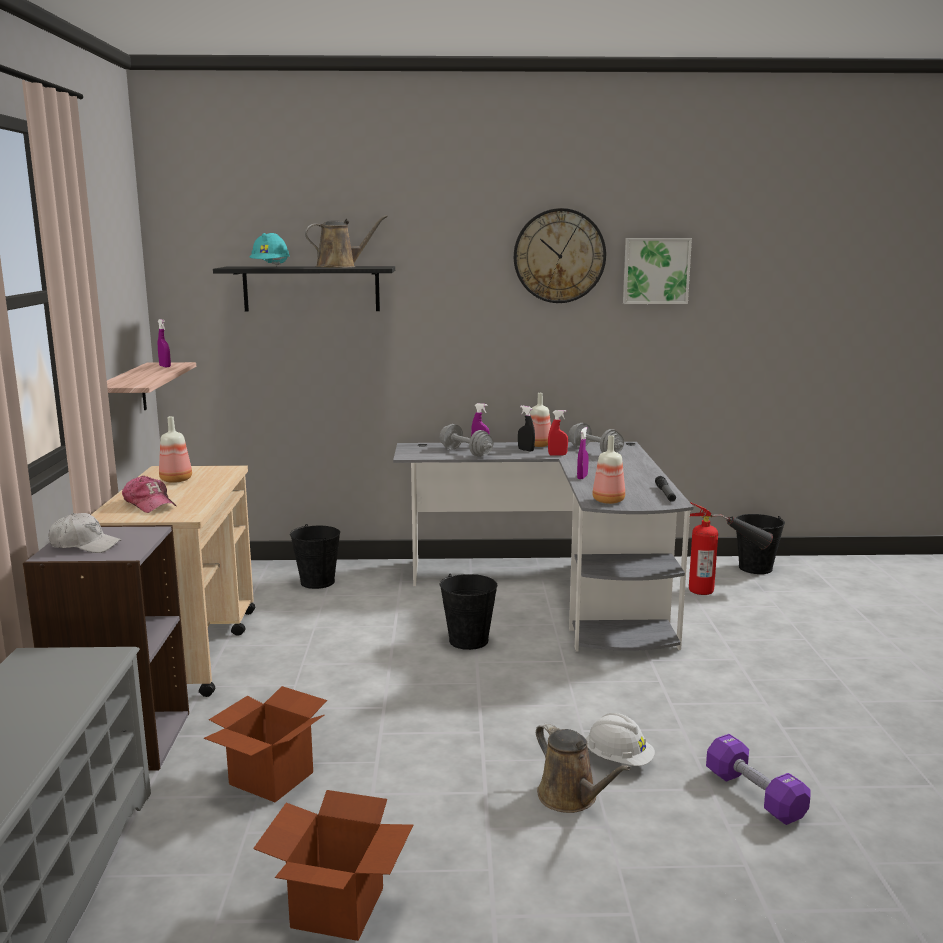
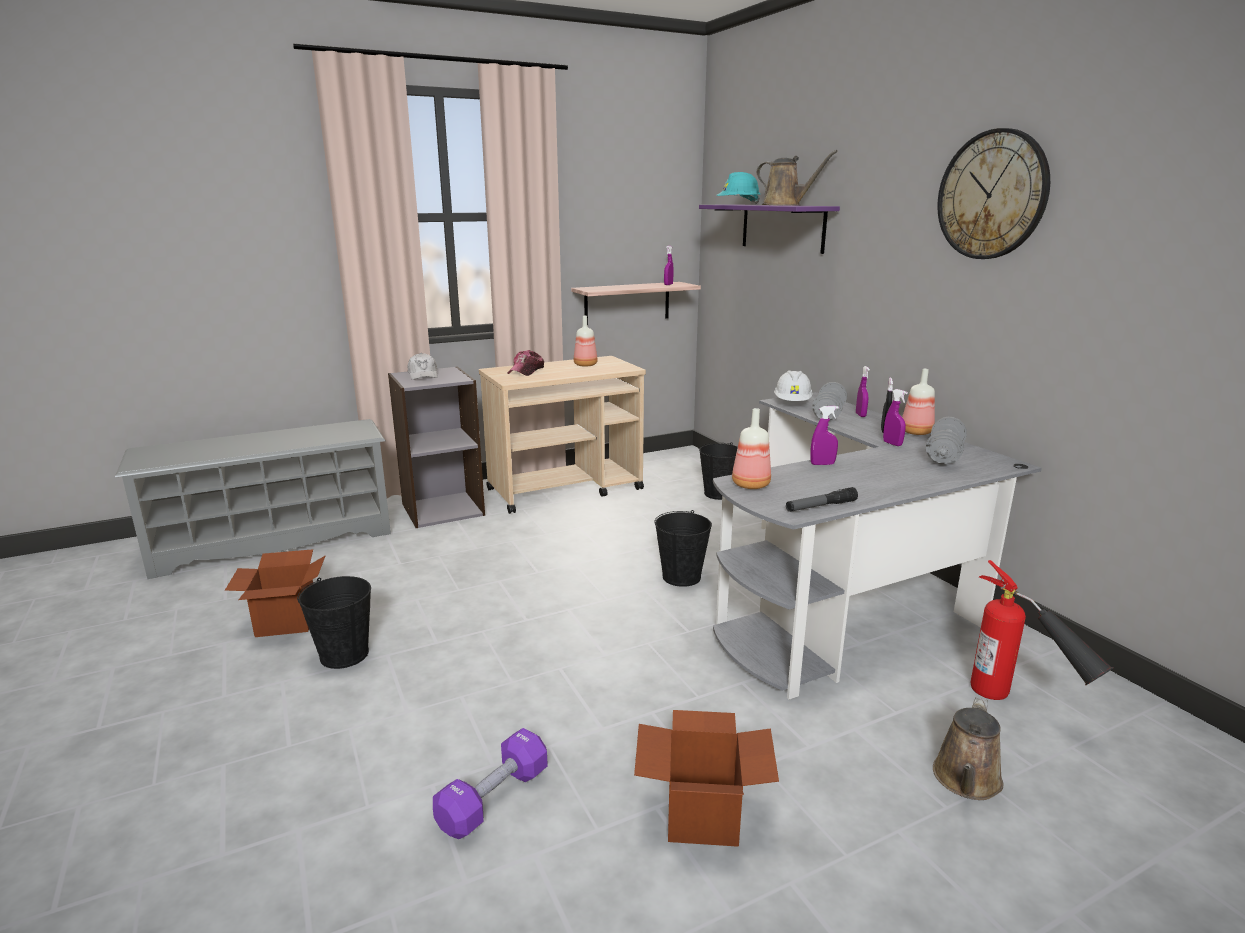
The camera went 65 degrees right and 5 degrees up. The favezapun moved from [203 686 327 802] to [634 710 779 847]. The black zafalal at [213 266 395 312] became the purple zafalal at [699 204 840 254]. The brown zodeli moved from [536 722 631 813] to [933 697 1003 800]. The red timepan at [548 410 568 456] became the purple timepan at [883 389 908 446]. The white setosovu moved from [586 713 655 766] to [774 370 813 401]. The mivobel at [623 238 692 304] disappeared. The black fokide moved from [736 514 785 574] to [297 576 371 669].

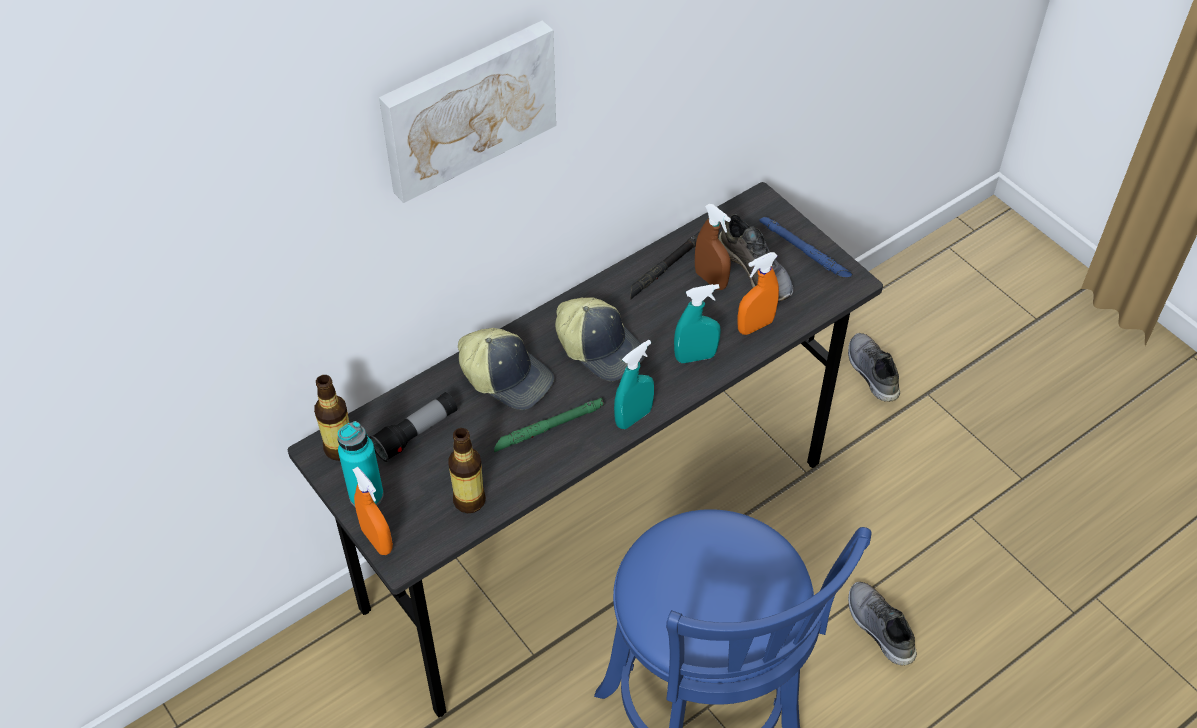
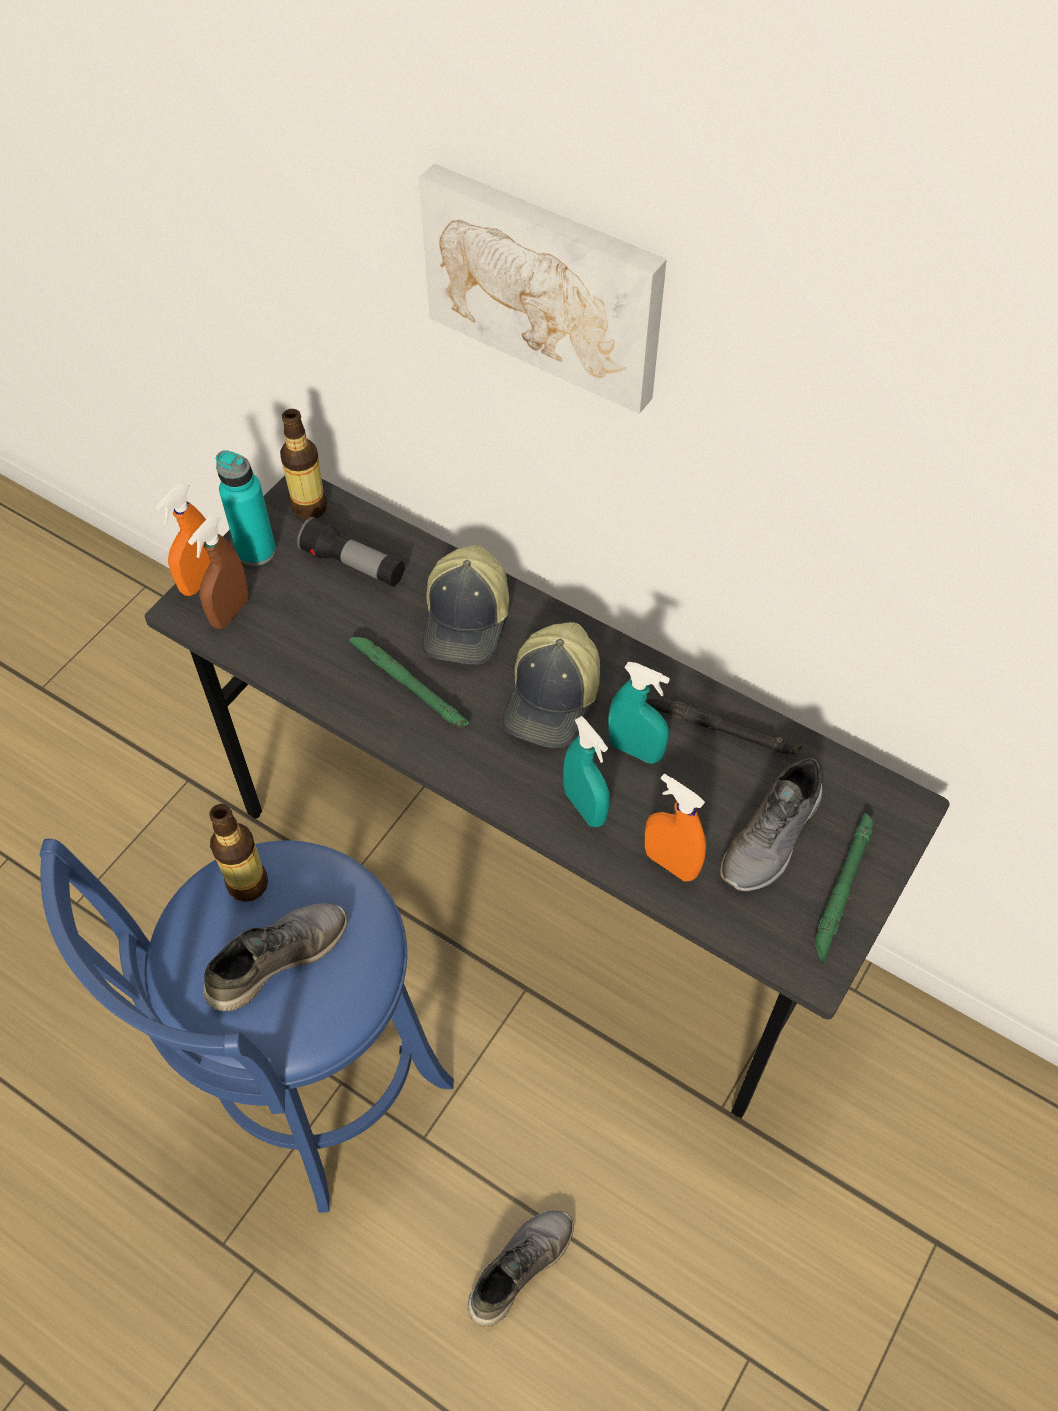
The camera went 70 degrees right and 5 degrees up. The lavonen moved from [448 428 486 513] to [209 804 268 902]. The turquoise timepan moved from [614 340 654 429] to [608 662 670 764]. The brown timepan moved from [695 204 731 290] to [188 515 249 629]. The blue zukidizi at [759 217 853 278] became the green zukidizi at [814 813 874 964]. The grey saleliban moved from [848 333 900 402] to [203 903 347 1011].

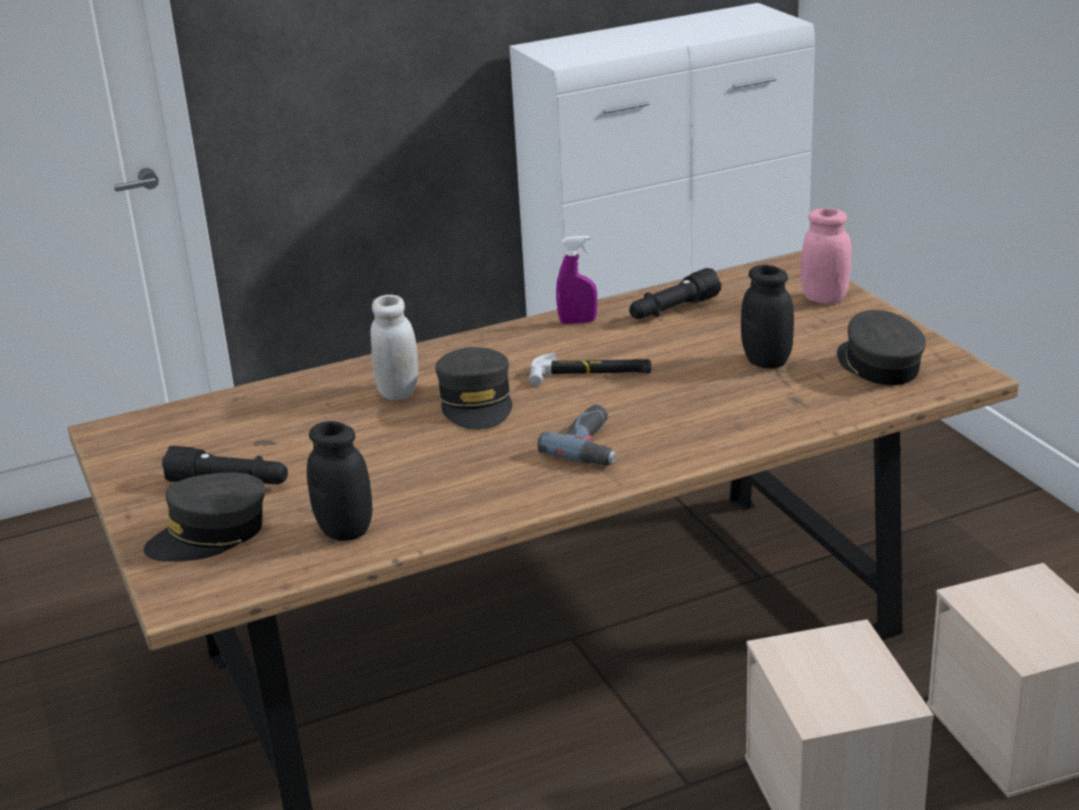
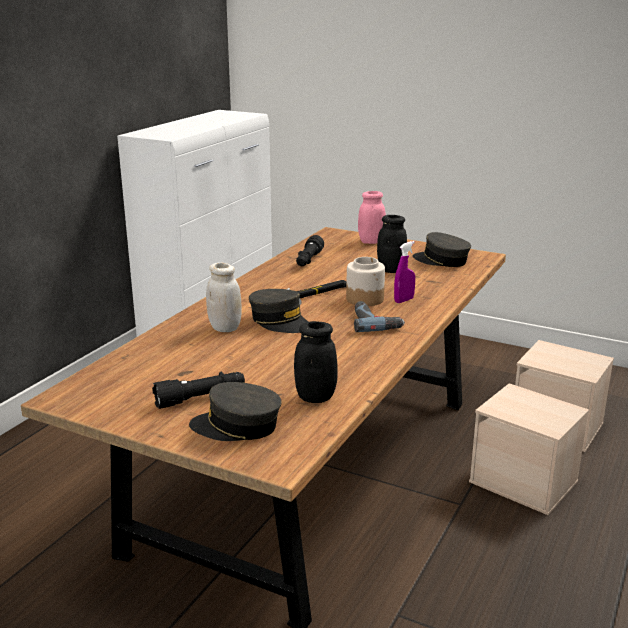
The camera went 40 degrees left and 5 degrees down. The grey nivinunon at [143 473 265 562] turned 75 degrees clockwise. The purple timepan moved from [556 236 597 324] to [394 241 415 303]. The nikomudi at [346 257 385 306] appeared.

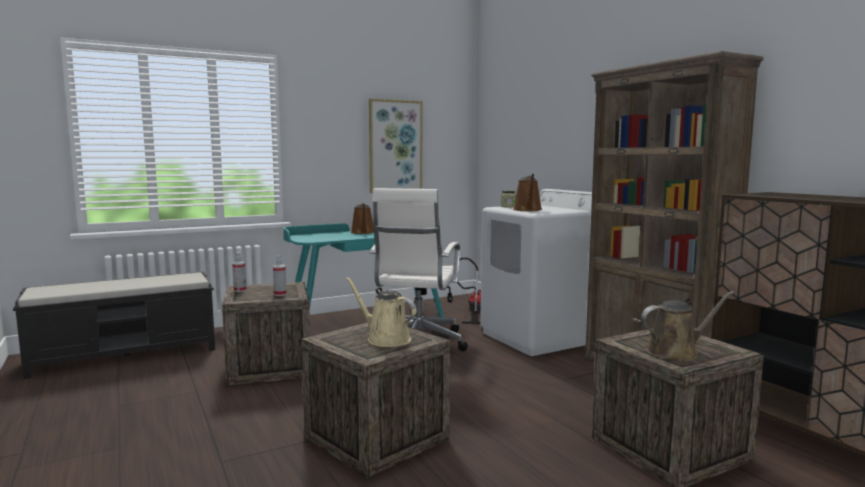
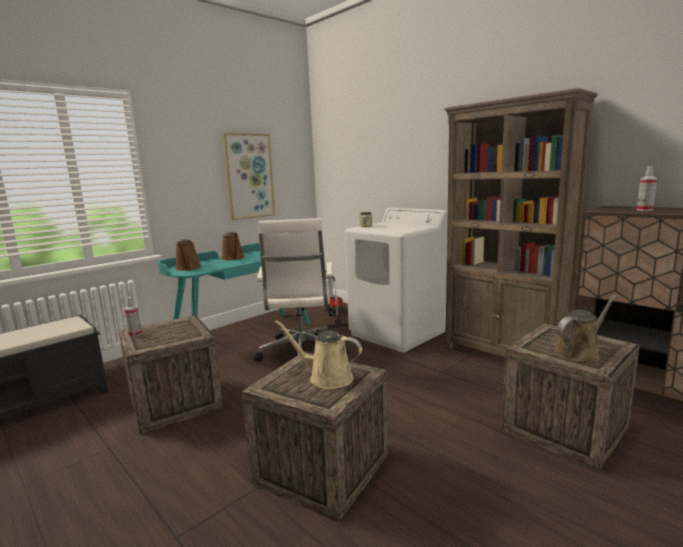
The camera went 15 degrees left and 5 degrees up. The timepan moved from [273 255 287 296] to [637 166 657 211]. The brown zodeli moved from [513 174 542 211] to [175 239 201 271].

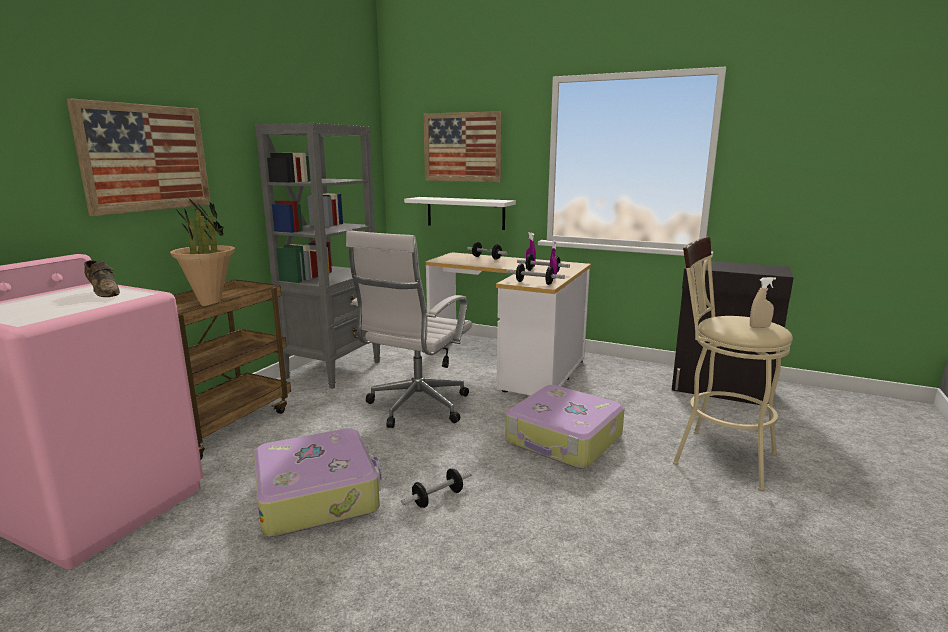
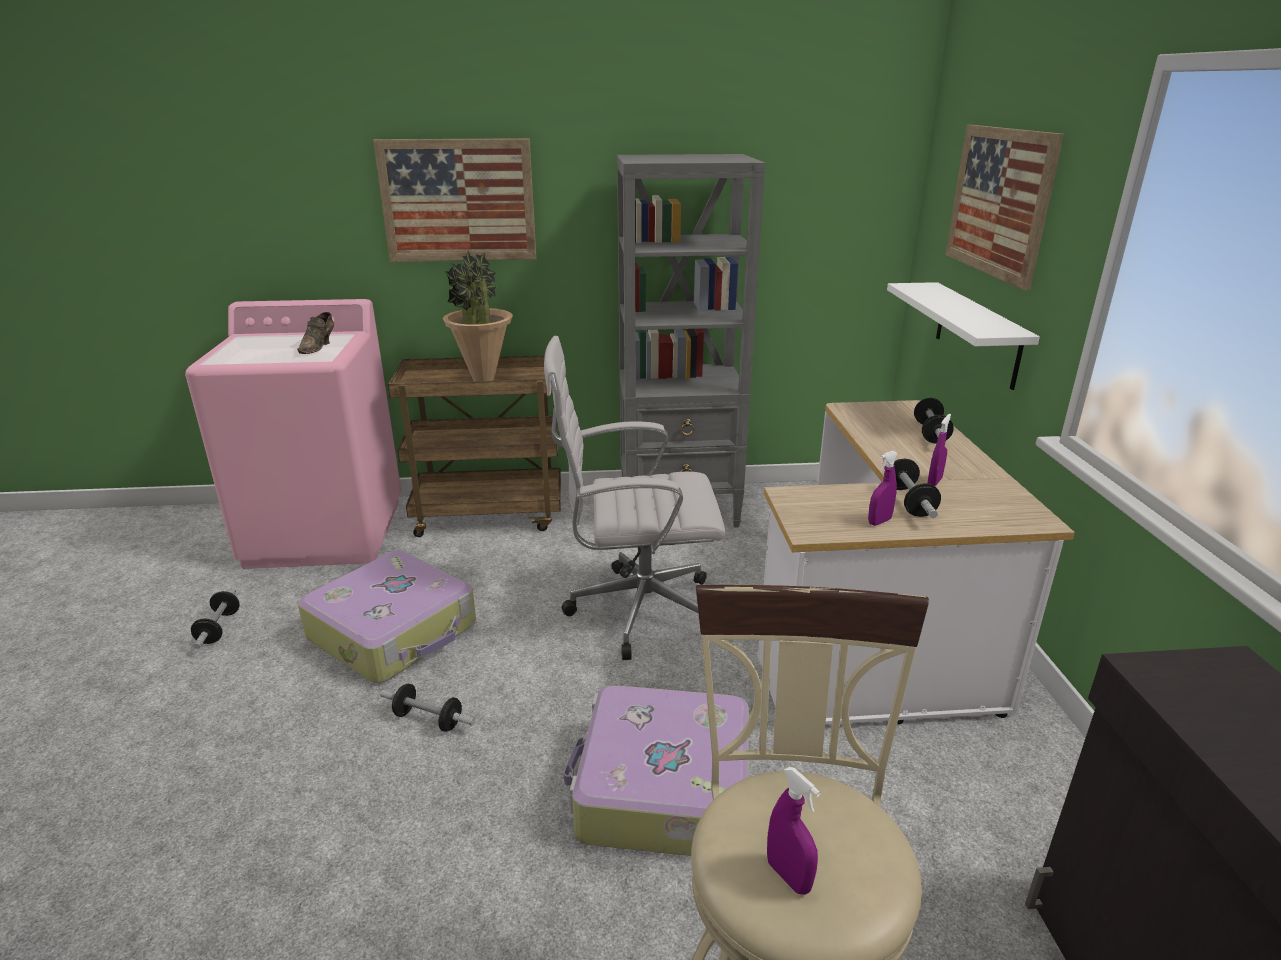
The camera went 60 degrees right and 10 degrees up. The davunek moved from [506 264 565 285] to [191 588 240 649]. The beige timepan at [750 277 776 328] became the purple timepan at [767 767 821 895].

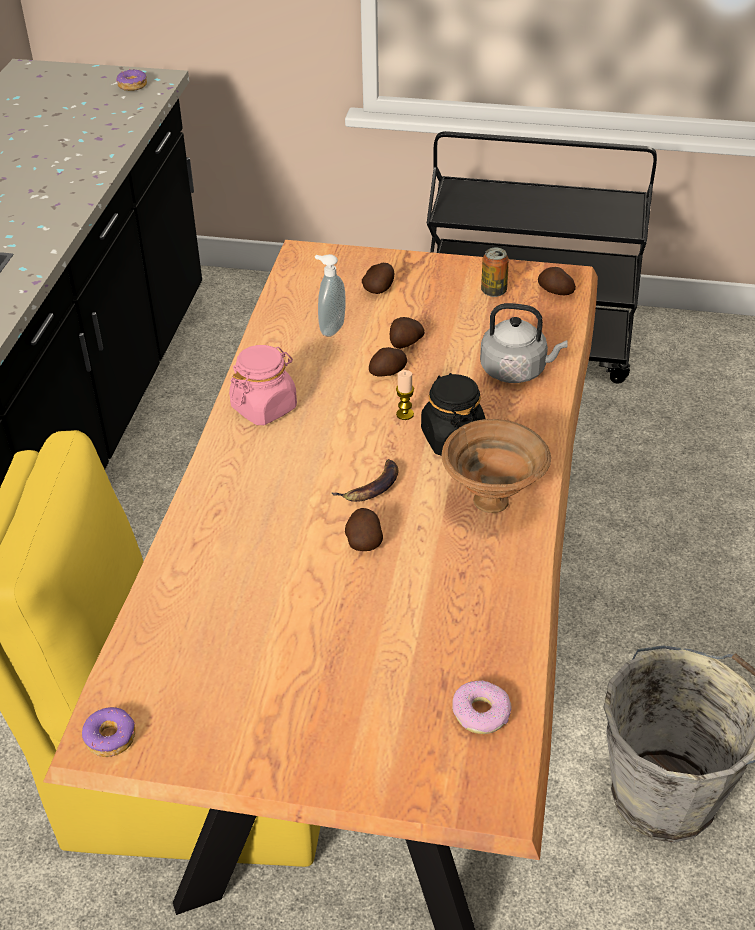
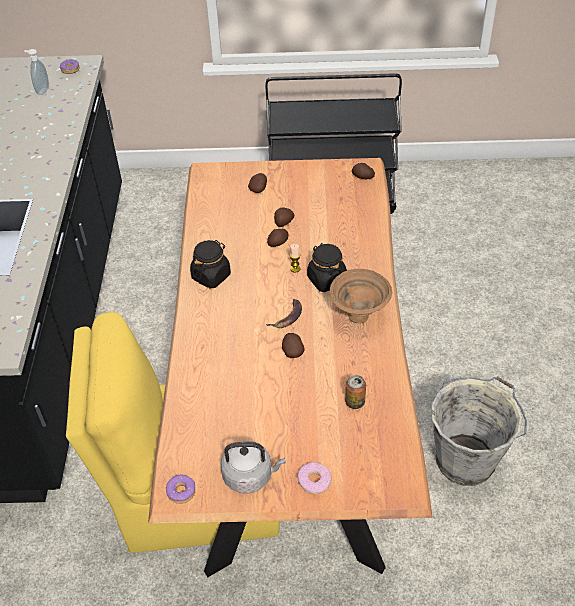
The camera went 10 degrees left and 5 degrees up. The pink nikomudi at [229 345 297 425] became the black nikomudi at [190 240 231 288]. The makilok moved from [315 254 346 337] to [24 49 49 95]. The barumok moved from [452 680 512 734] to [298 462 332 494]. The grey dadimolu moved from [480 303 568 383] to [220 441 286 494]. The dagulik moved from [481 248 509 297] to [345 375 366 409].

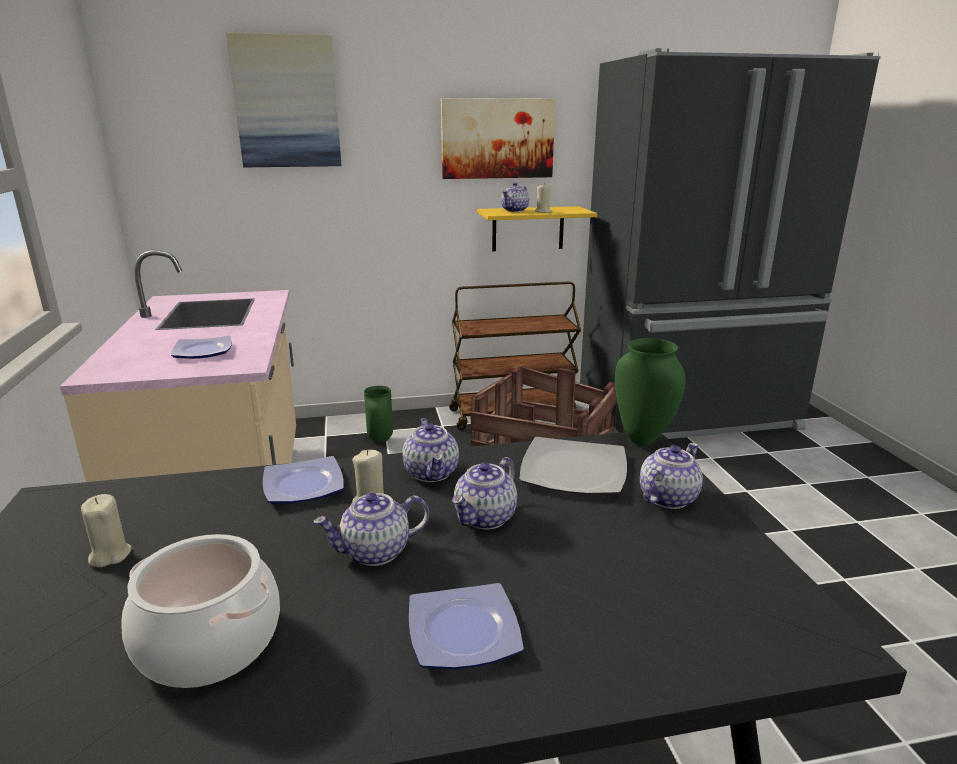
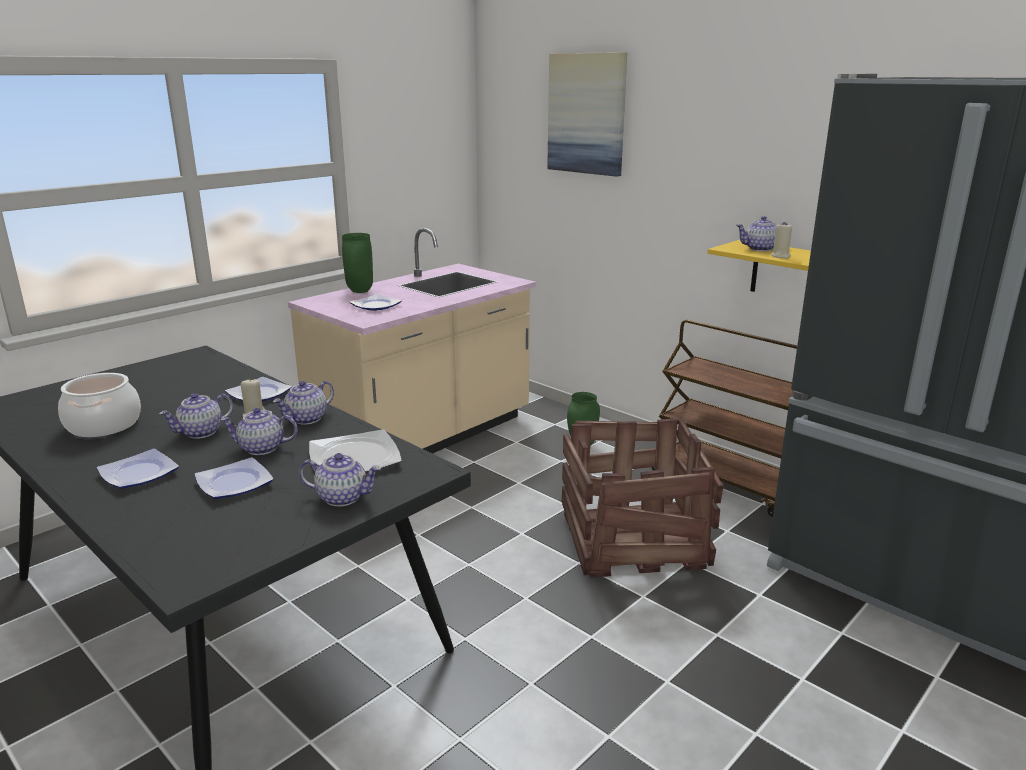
The camera went 55 degrees right and 0 degrees up. The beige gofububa at [81 494 132 567] disappeared. The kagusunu at [314 492 429 566] turned 75 degrees counterclockwise. The mivobel at [441 98 555 179] disappeared. The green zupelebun moved from [615 338 686 445] to [342 233 373 293]. The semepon at [195 457 274 499] appeared.

